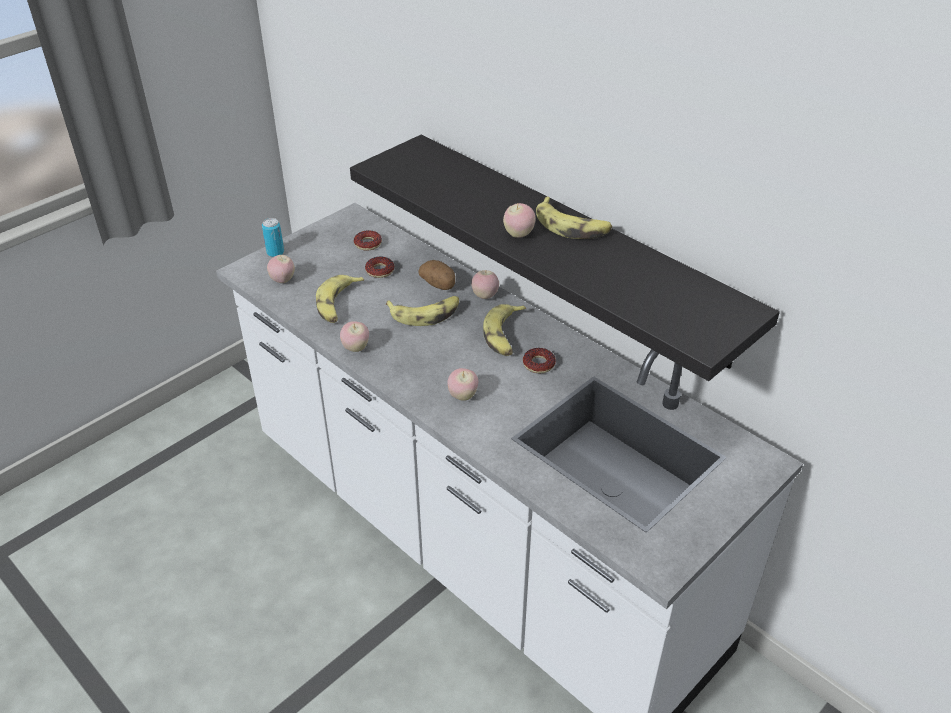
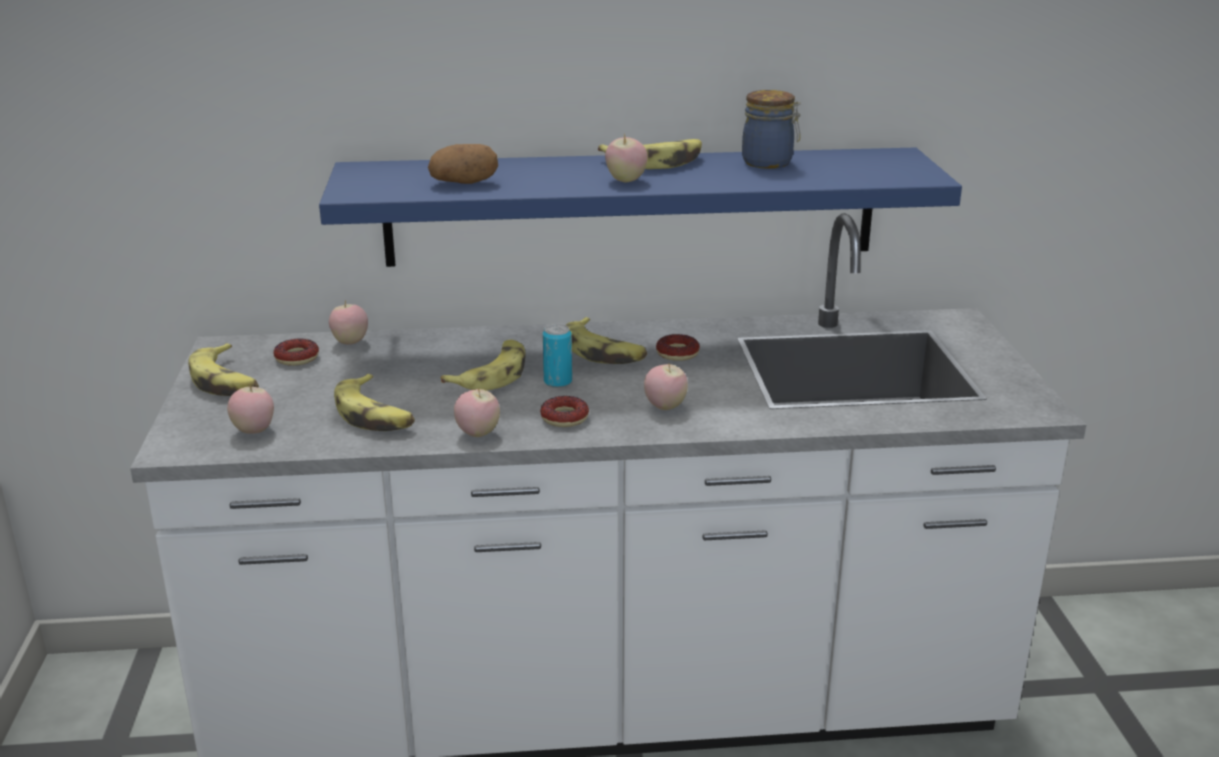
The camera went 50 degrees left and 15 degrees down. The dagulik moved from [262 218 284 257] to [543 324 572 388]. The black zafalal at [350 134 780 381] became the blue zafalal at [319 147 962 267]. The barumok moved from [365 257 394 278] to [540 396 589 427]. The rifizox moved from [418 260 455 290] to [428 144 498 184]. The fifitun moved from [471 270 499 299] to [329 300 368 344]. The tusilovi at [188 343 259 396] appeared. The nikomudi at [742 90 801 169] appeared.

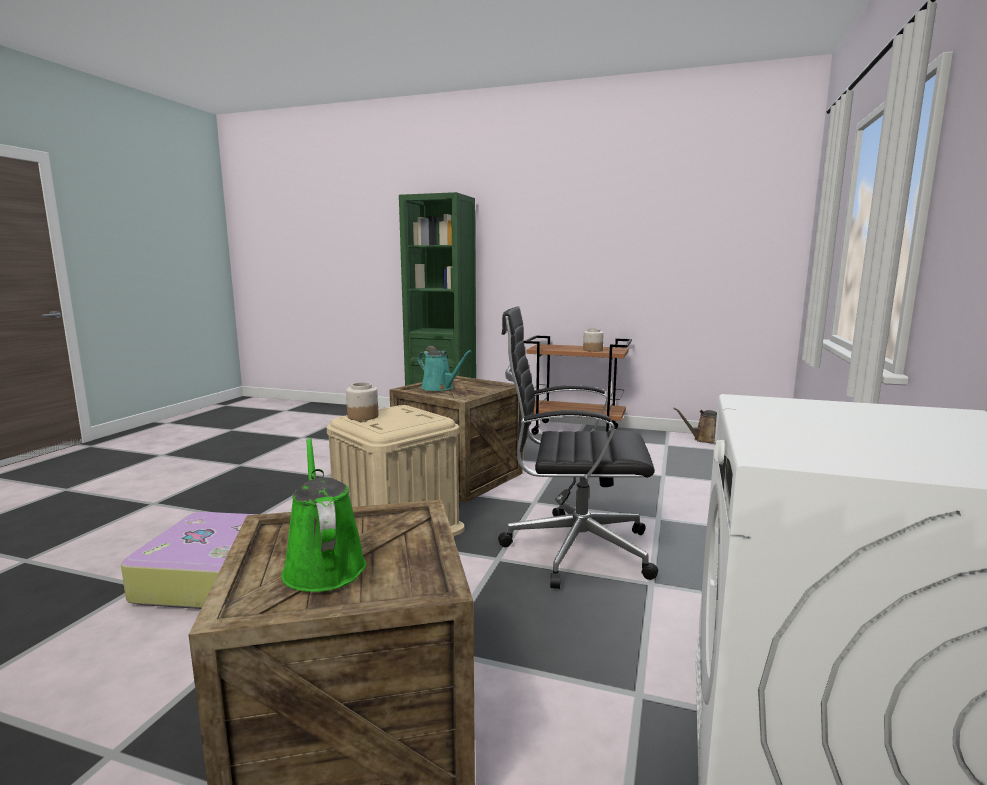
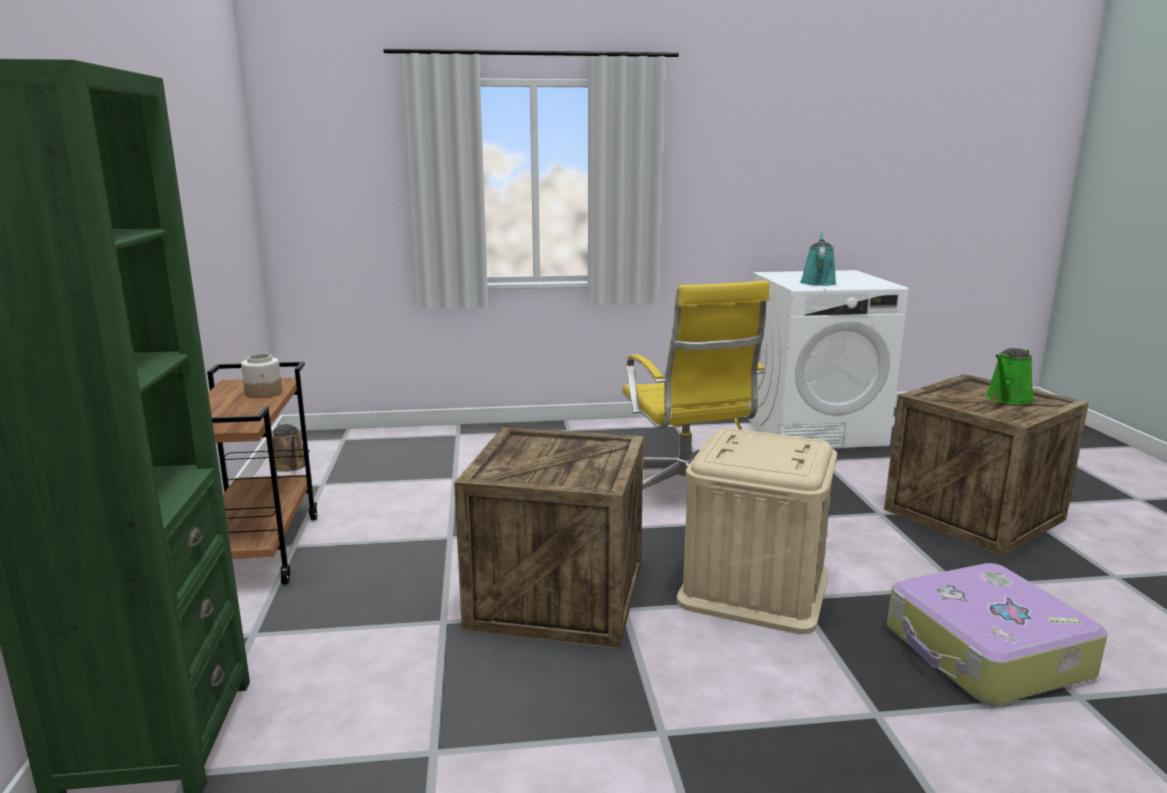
The camera went 115 degrees left and 5 degrees up. The nikomudi at [346 382 379 421] disappeared. The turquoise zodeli moved from [418 350 472 391] to [800 232 837 286]. The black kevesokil at [498 306 658 589] became the yellow kevesokil at [622 281 769 489].

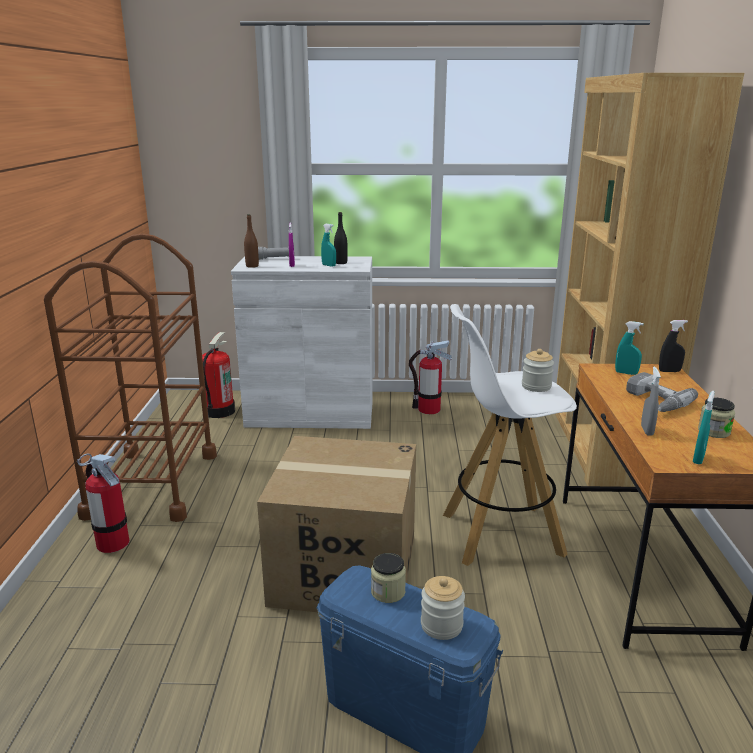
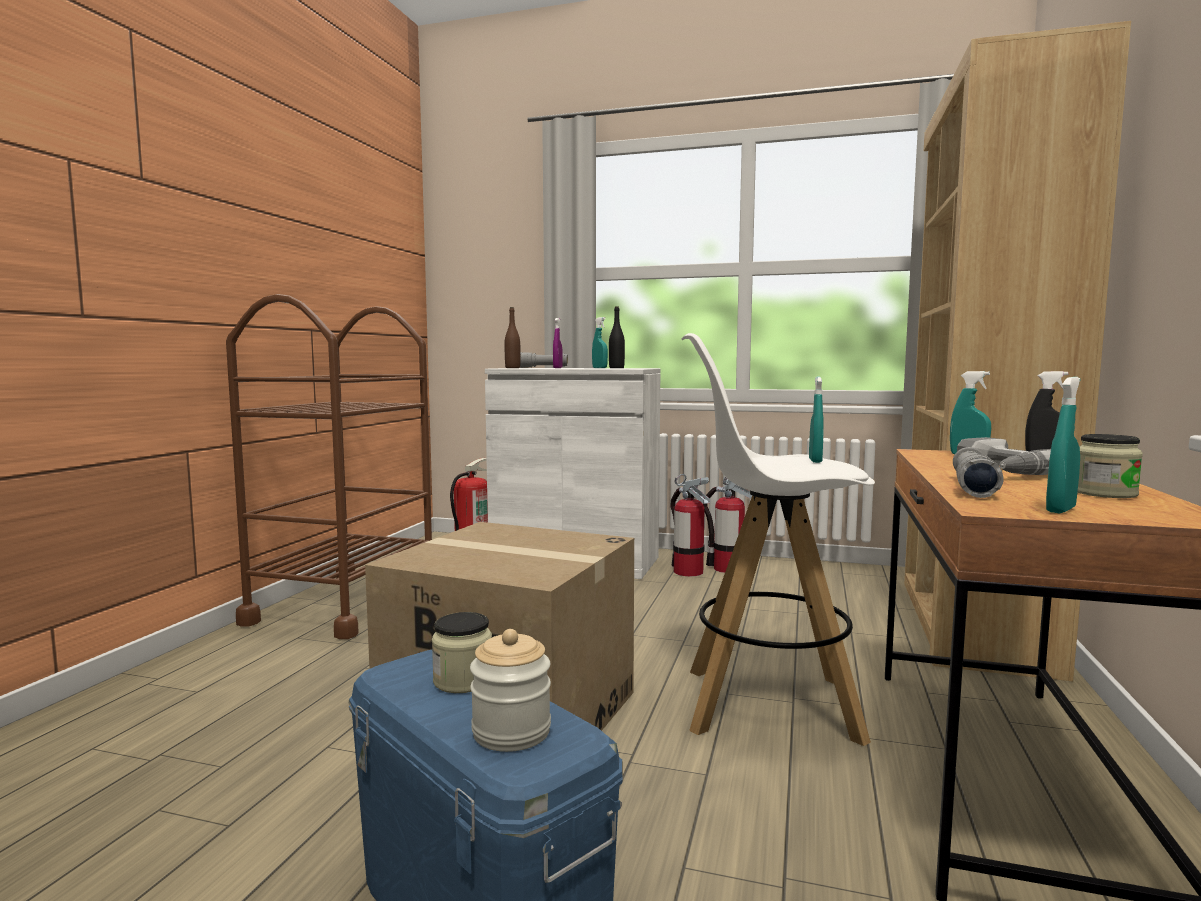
The camera went 15 degrees right and 15 degrees down. The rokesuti moved from [77 453 129 553] to [670 474 710 576]. The nikomudi at [522 349 554 392] was replaced by the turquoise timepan at [809 376 824 463]. The grey timepan at [641 367 661 436] was replaced by the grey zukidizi at [953 447 1003 498].

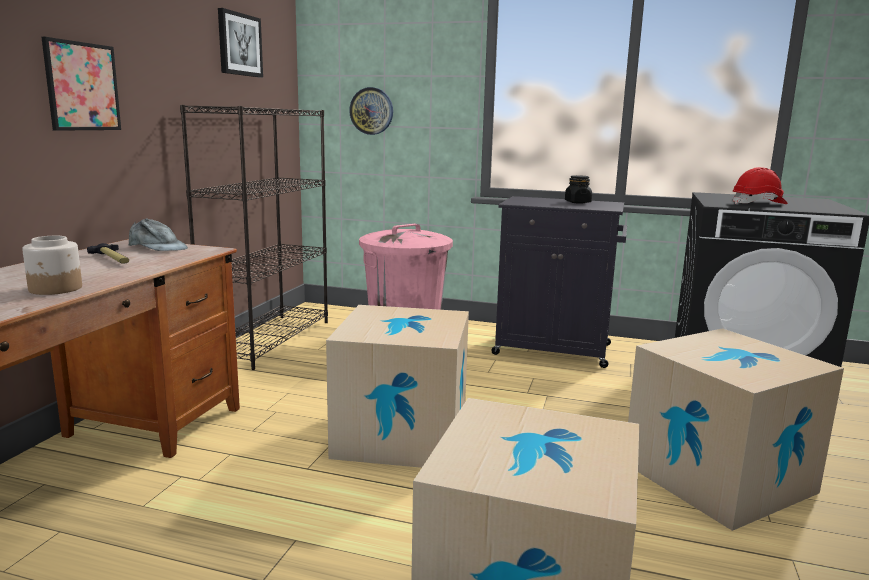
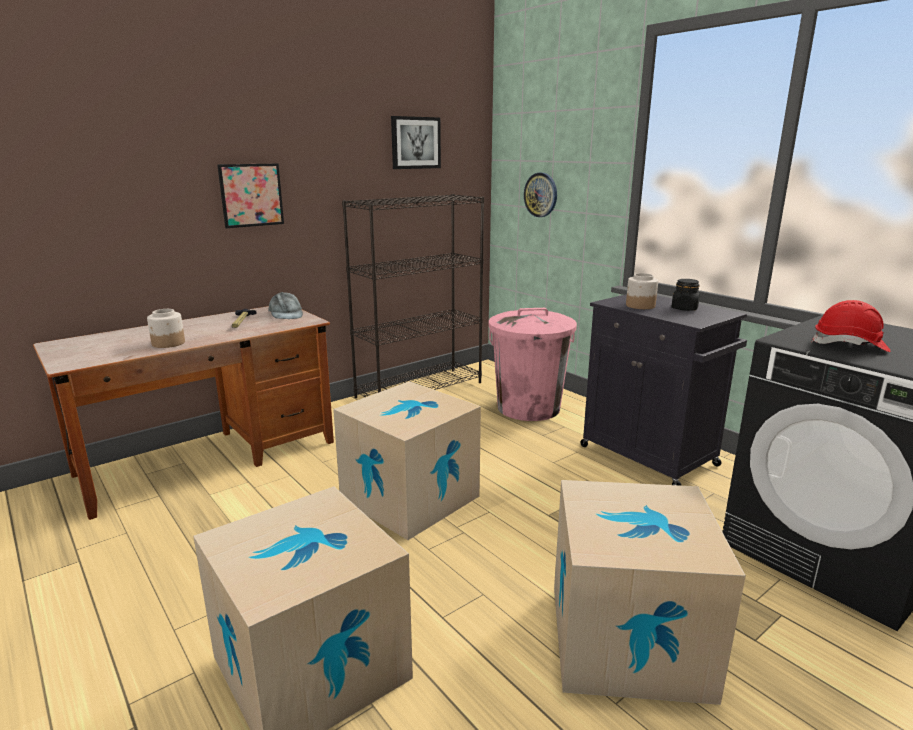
The camera went 35 degrees right and 5 degrees up. The nikomudi at [626 273 658 309] appeared.

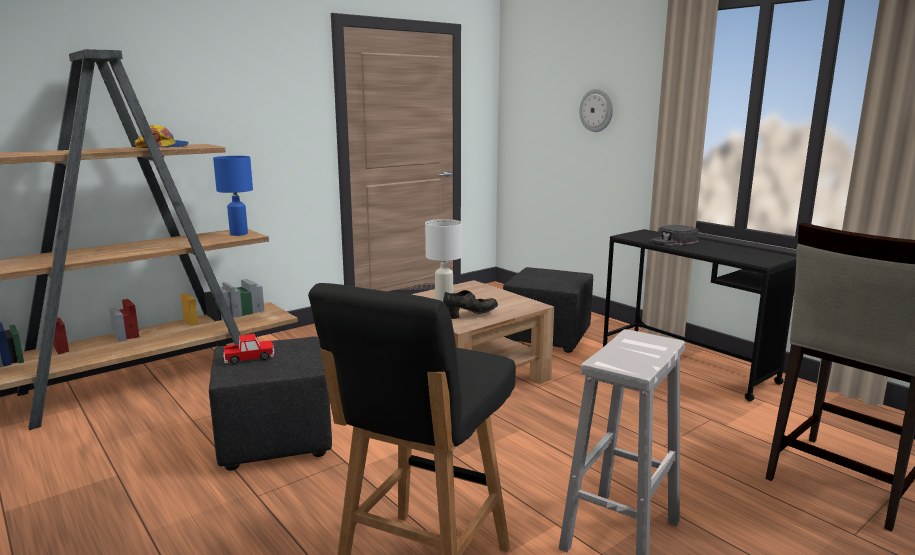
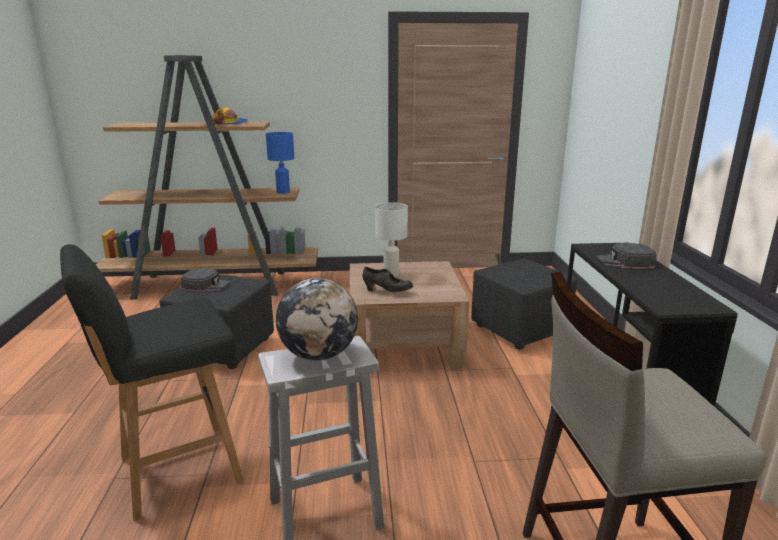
The camera went 35 degrees right and 5 degrees up. The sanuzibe at [223 334 275 364] was replaced by the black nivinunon at [180 268 231 292]. The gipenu at [579 89 613 132] disappeared. The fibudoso at [276 278 358 361] appeared.

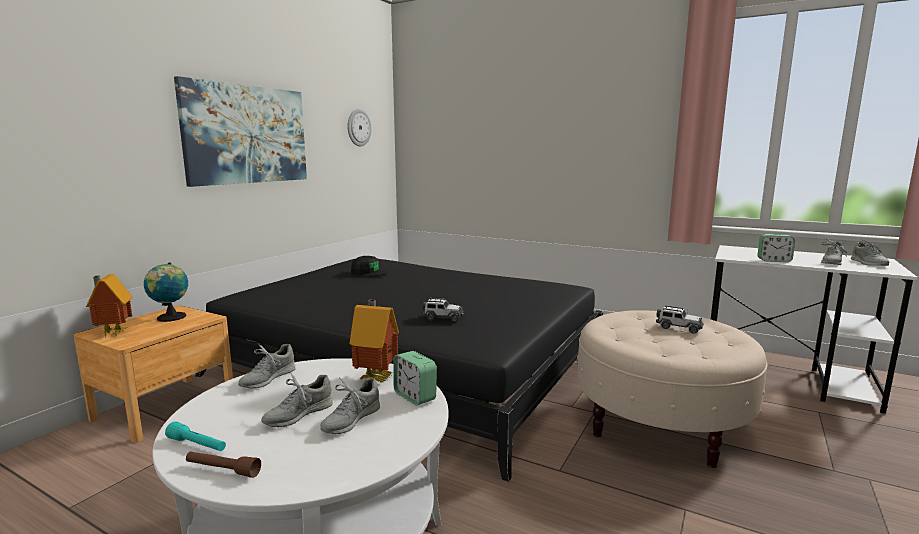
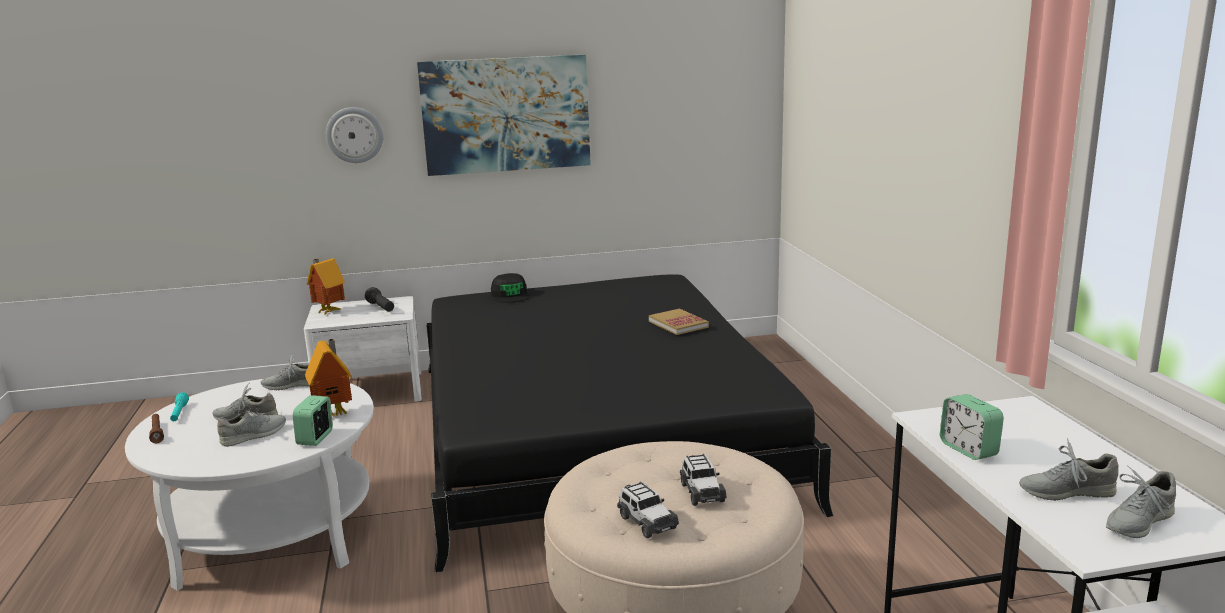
The camera went 50 degrees right and 5 degrees up. The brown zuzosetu at [73 306 233 443] became the white zuzosetu at [304 296 422 402]. The fibudoso at [144 262 188 322] was replaced by the black zukidizi at [365 287 394 312]. The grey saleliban at [320 377 380 434] turned 150 degrees clockwise. The gipenu moved from [347 109 372 146] to [326 107 383 163]. The black nivinunon moved from [351 256 388 276] to [491 273 530 303]. The sanuzibe moved from [422 298 464 322] to [617 481 679 538]. The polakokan at [649 308 709 335] appeared.

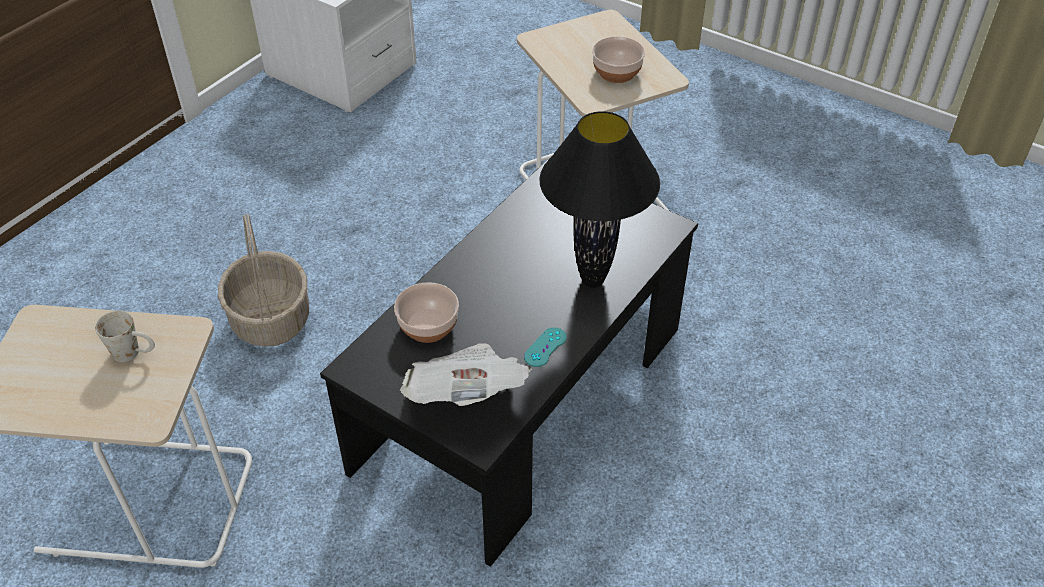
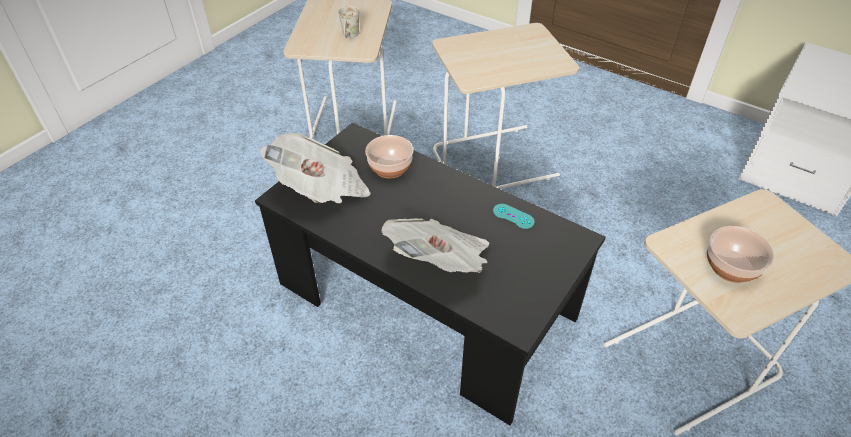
The camera went 90 degrees right and 0 degrees up. The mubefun at [218 214 309 347] was replaced by the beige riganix at [432 23 579 189]. The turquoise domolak moved from [524 327 567 367] to [493 204 535 229]. The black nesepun at [539 111 660 288] was replaced by the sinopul at [382 218 489 273].

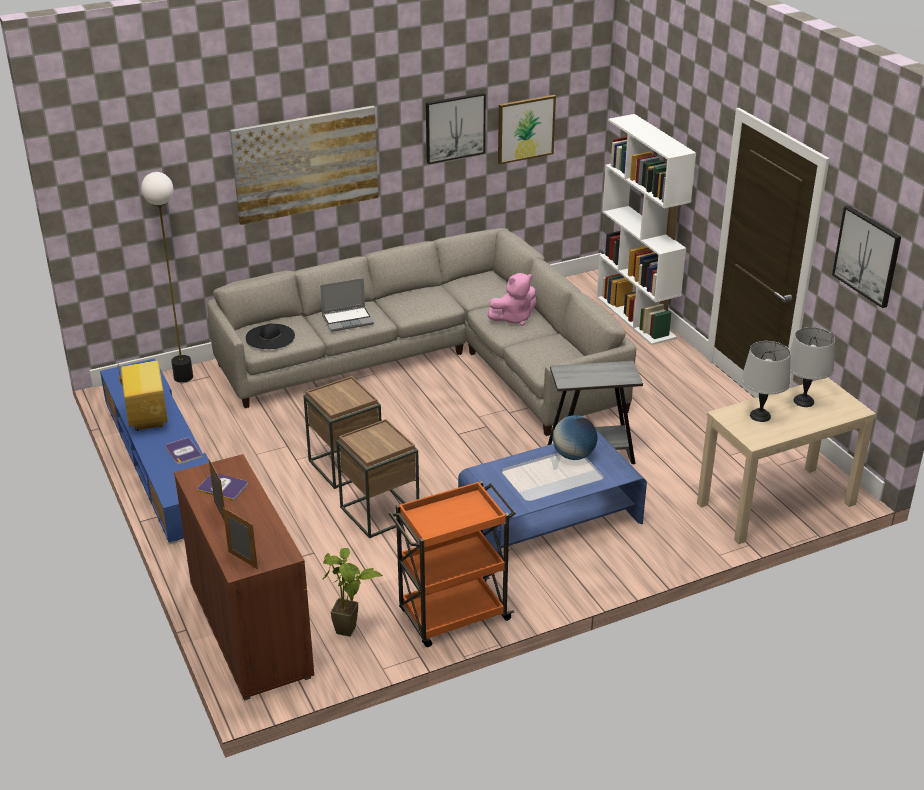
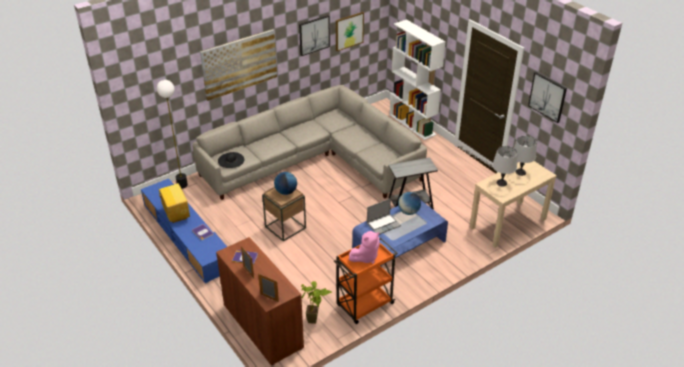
The camera went 10 degrees left and 5 degrees up. The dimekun moved from [320 278 374 332] to [367 198 401 235]. The brown riganix at [336 419 419 538] disappeared. The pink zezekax moved from [487 273 536 326] to [349 231 380 264]. The fibudoso at [274 172 297 195] appeared.

